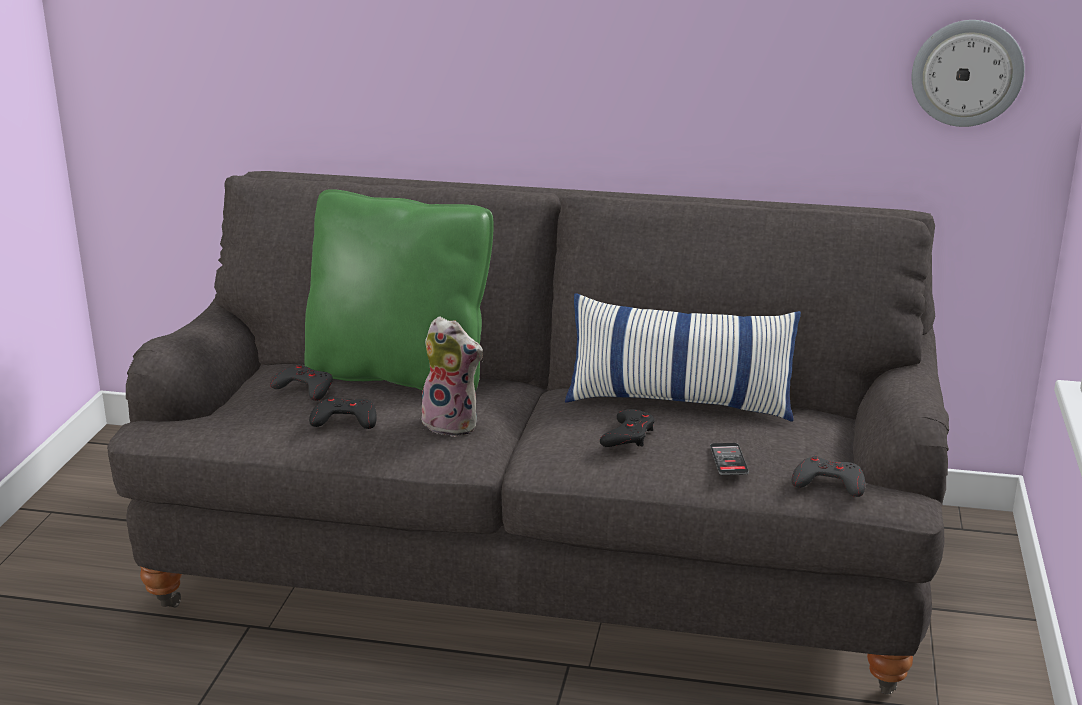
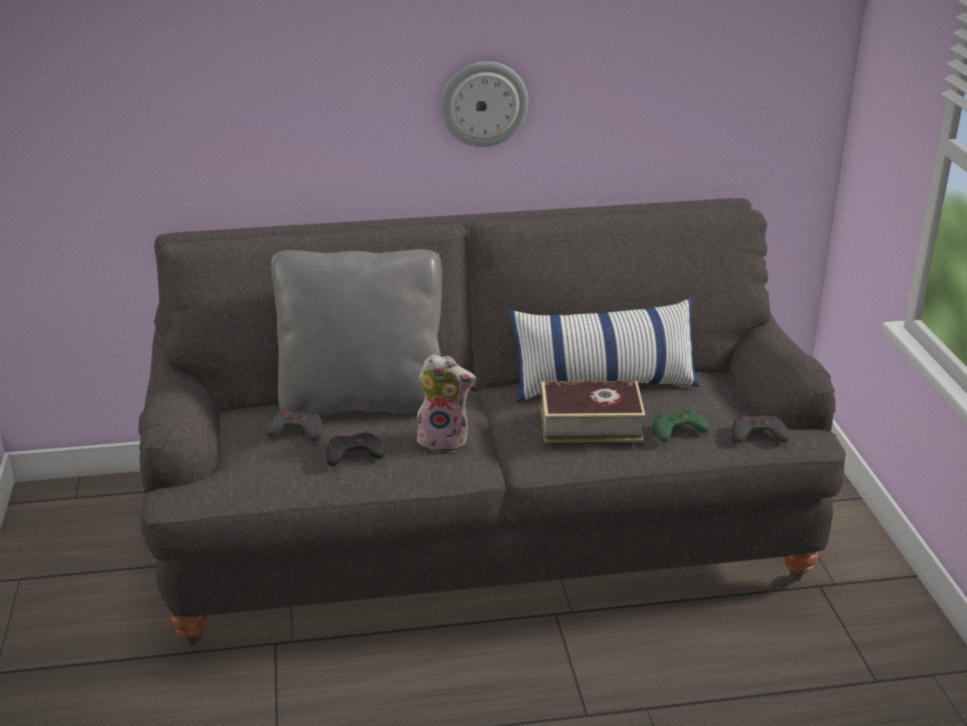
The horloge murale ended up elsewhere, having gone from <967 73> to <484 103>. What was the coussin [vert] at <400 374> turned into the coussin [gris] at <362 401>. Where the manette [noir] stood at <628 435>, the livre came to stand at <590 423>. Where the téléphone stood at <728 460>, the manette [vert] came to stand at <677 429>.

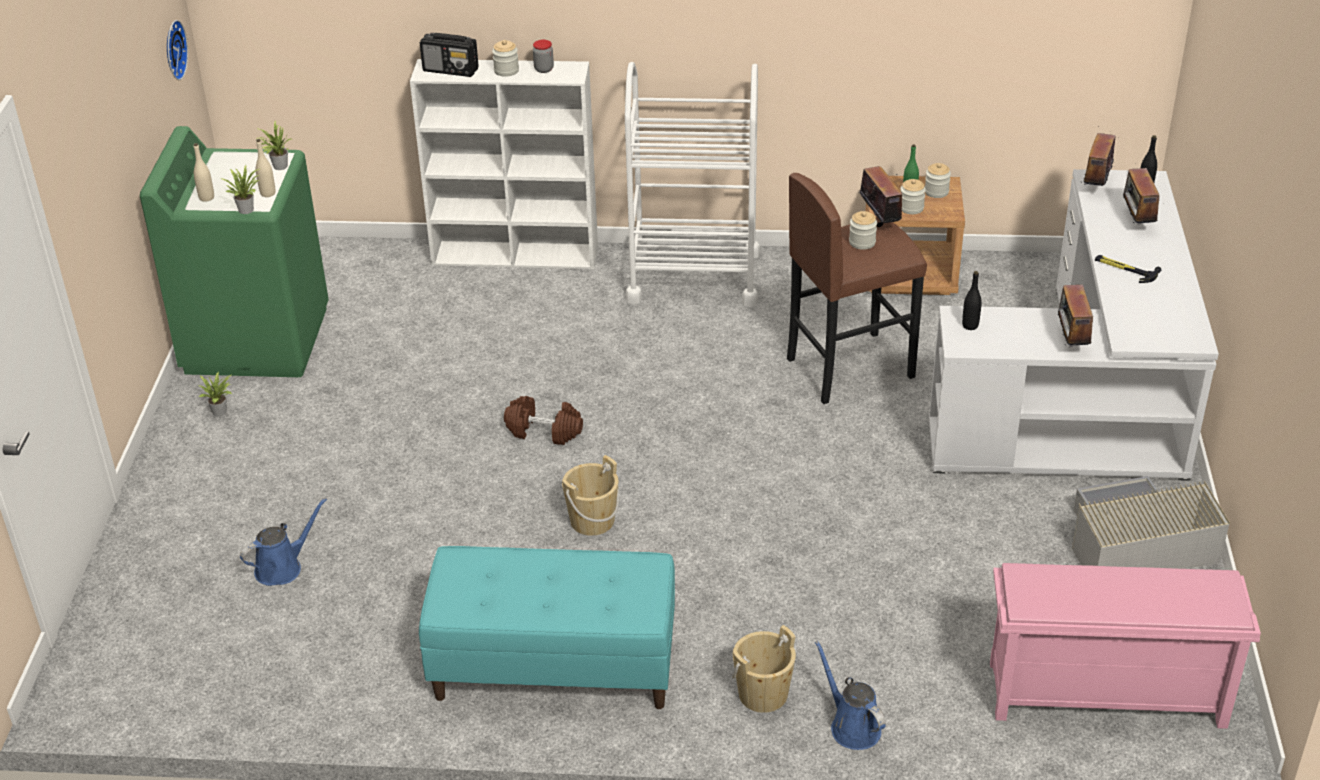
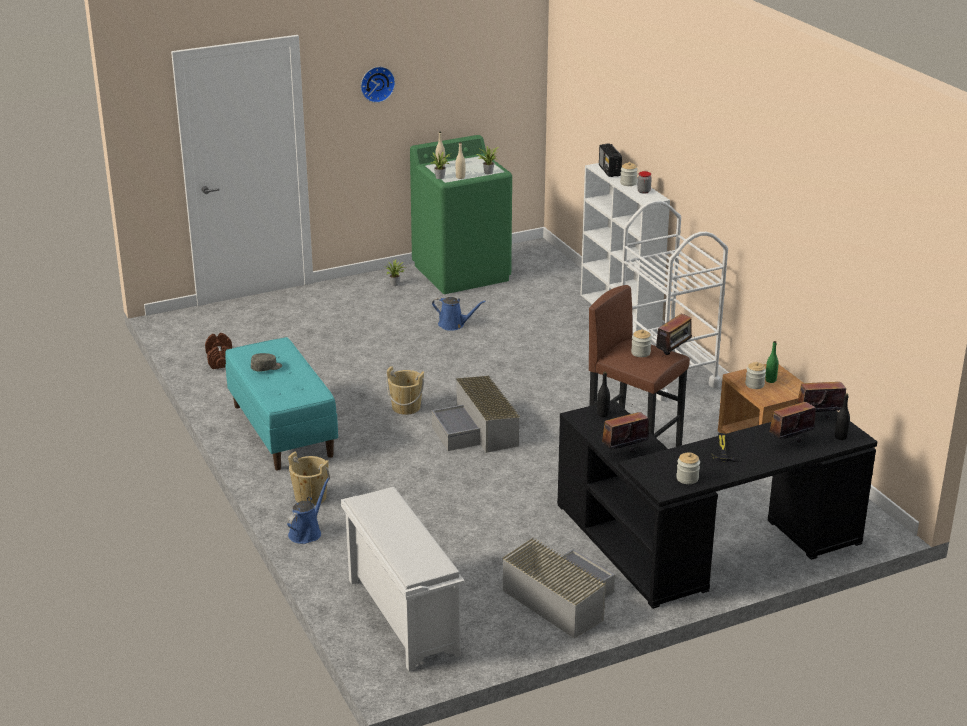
The horloge murale ended up elsewhere, having gone from <172 50> to <376 83>. The bocal ended up elsewhere, having gone from <936 192> to <687 478>. What was the bureau [blanc] at <1086 399> turned into the bureau [noir] at <699 546>. The haltère [marron] ended up elsewhere, having gone from <544 431> to <220 360>. The arrosoir [bleu] ended up elsewhere, having gone from <282 567> to <454 325>. What was the étagère à chaussures [rose] at <1103 696> turned into the étagère à chaussures [blanc] at <401 616>. The second view gained the casquette [gris] at <266 368>. The second view gained the boîte de rangement [gris] at <477 431>.

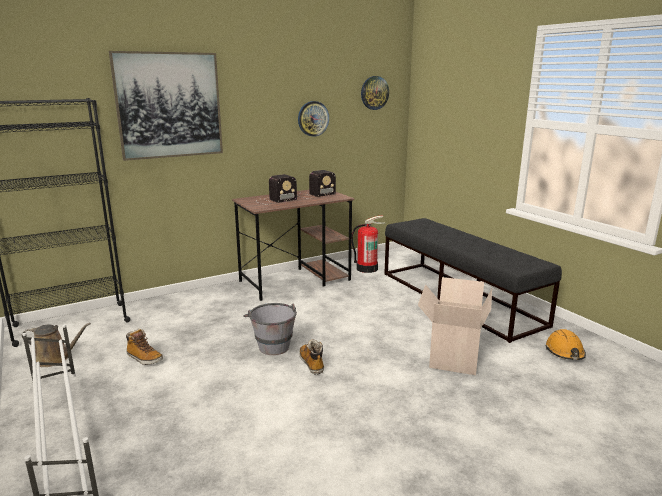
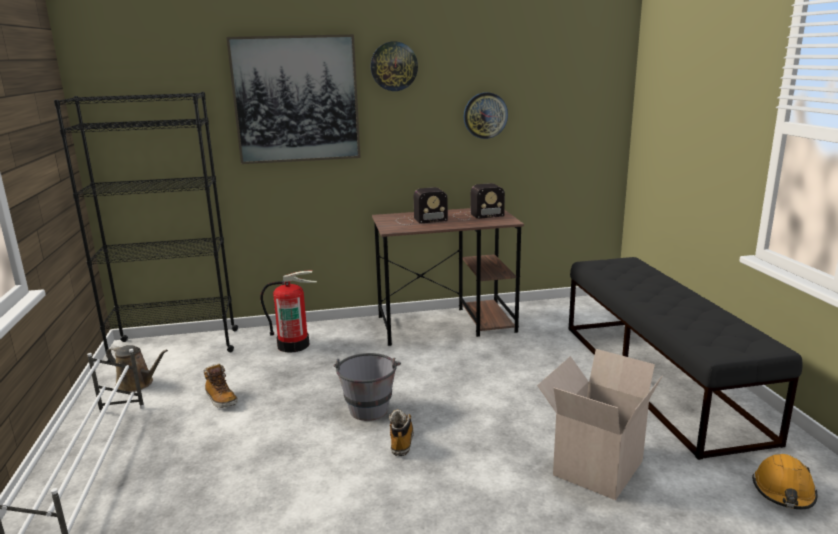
The horloge murale ended up elsewhere, having gone from <374 93> to <394 66>. The extincteur ended up elsewhere, having gone from <367 268> to <293 345>.

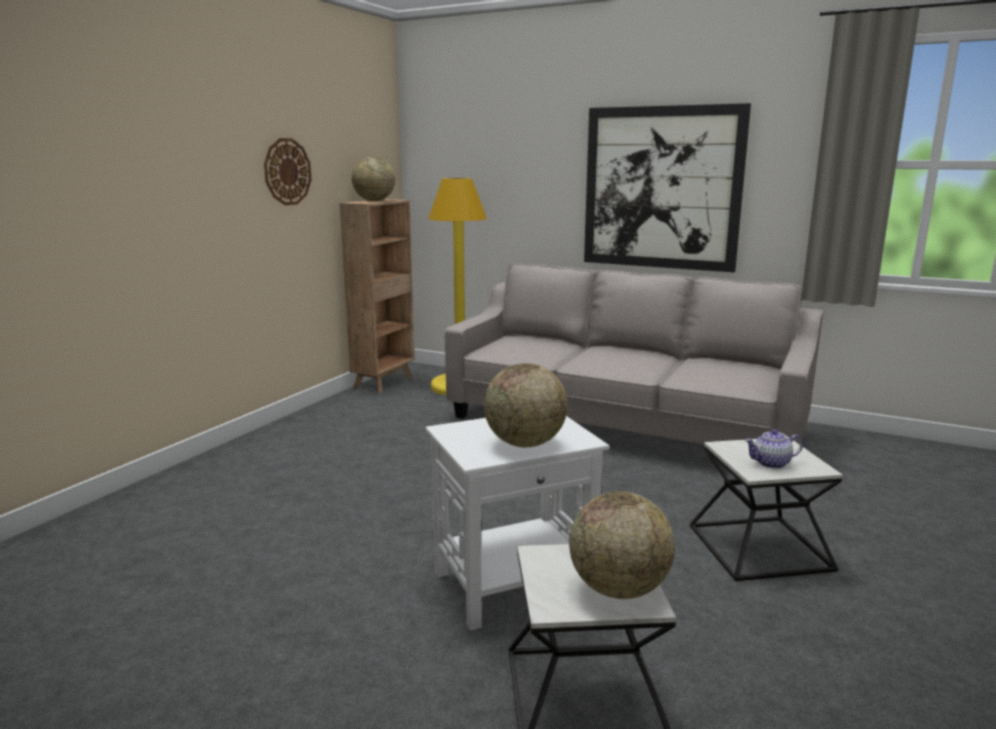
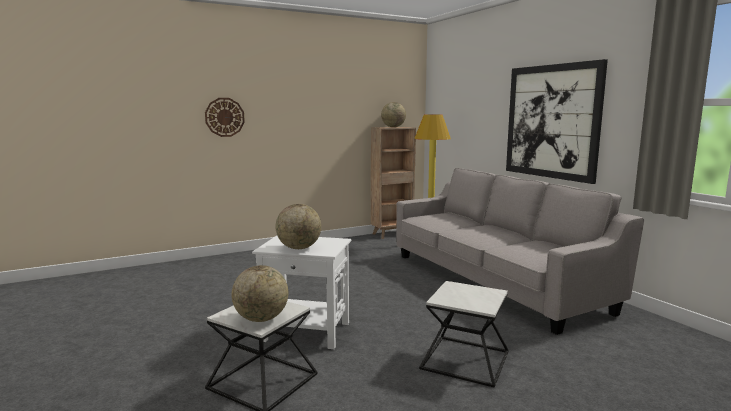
The horloge murale ended up elsewhere, having gone from <287 172> to <224 117>. The second view lost the théière at <771 463>.

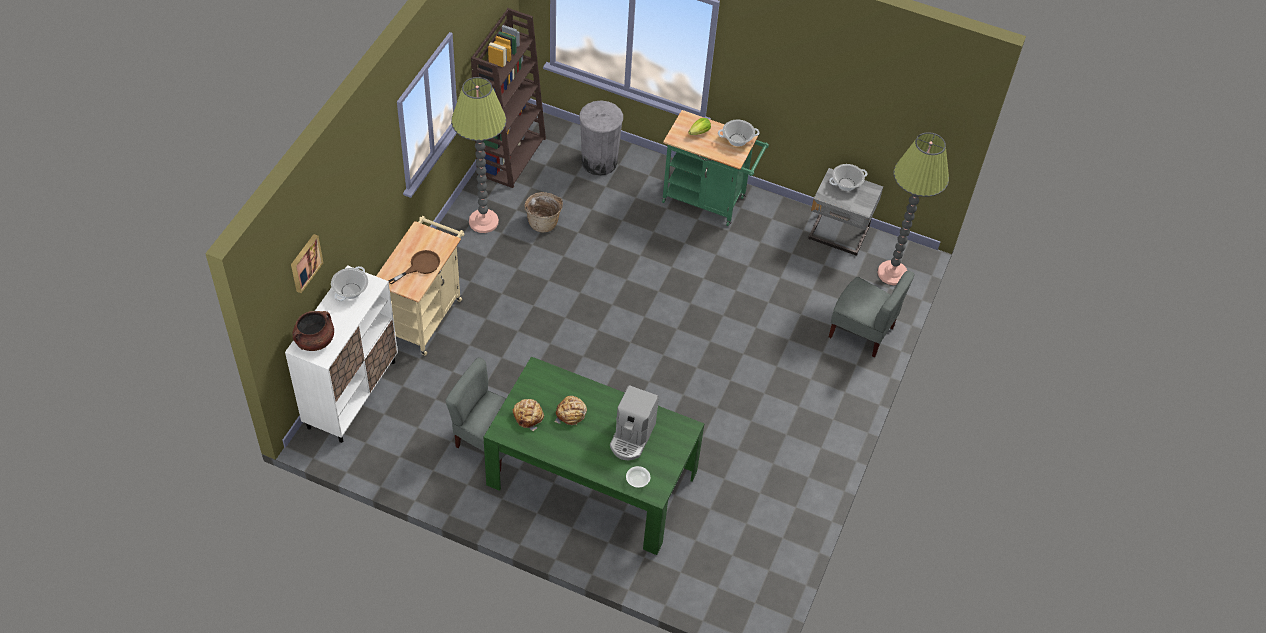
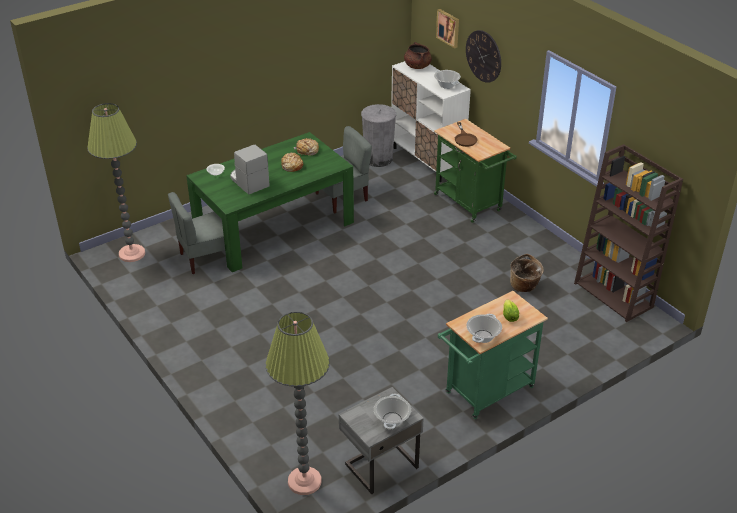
The lampadaire ended up elsewhere, having gone from <483 221> to <132 254>. The poubelle [gris] ended up elsewhere, having gone from <599 162> to <378 159>. What was the chariot [beige] at <425 315> turned into the chariot [vert] at <470 204>. The chaise [gris] ended up elsewhere, having gone from <862 331> to <206 258>. The second view gained the horloge murale at <483 56>.

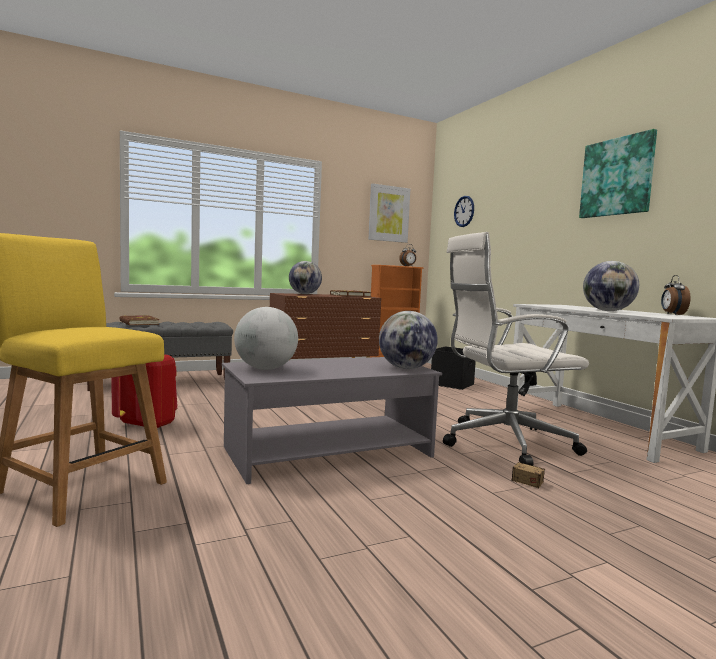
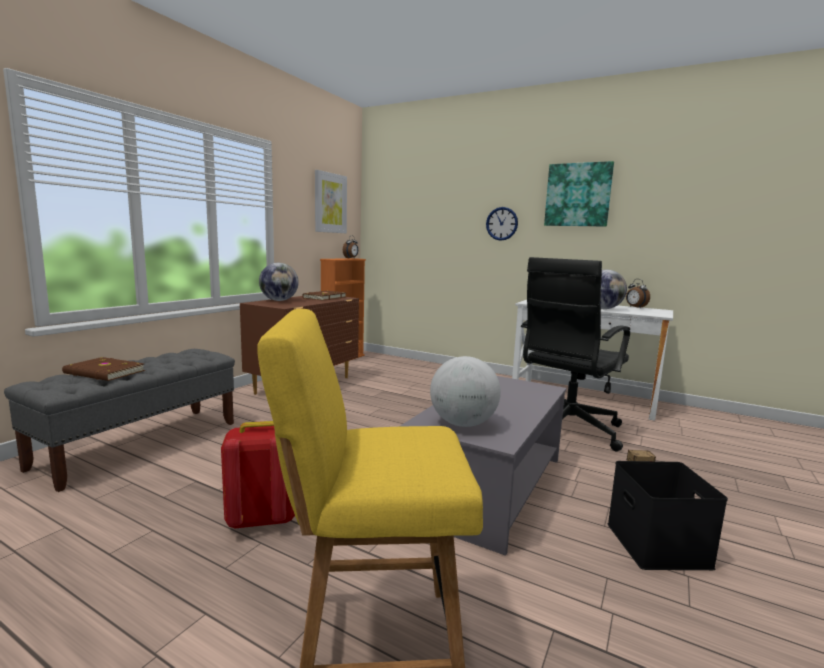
The horloge murale ended up elsewhere, having gone from <464 211> to <502 223>. What was the chaise de bureau [blanc] at <503 443> turned into the chaise de bureau [noir] at <566 430>. The second view lost the globe at <406 368>. The boîte de rangement [noir] ended up elsewhere, having gone from <452 384> to <660 546>.

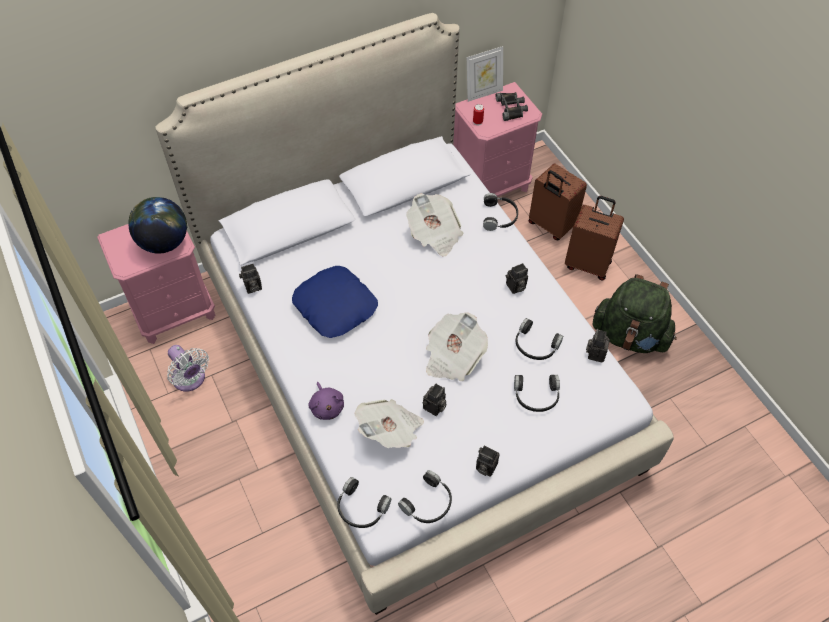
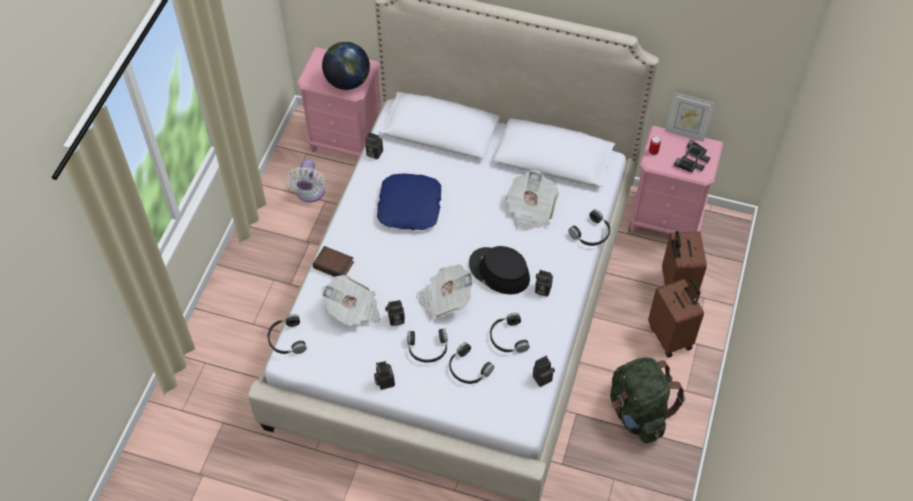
Where the peluche [violet] stood at <327 406>, the livre came to stand at <334 264>. The casque audio [noir] ended up elsewhere, having gone from <429 503> to <428 349>. The second view gained the chapeau [noir] at <499 271>.

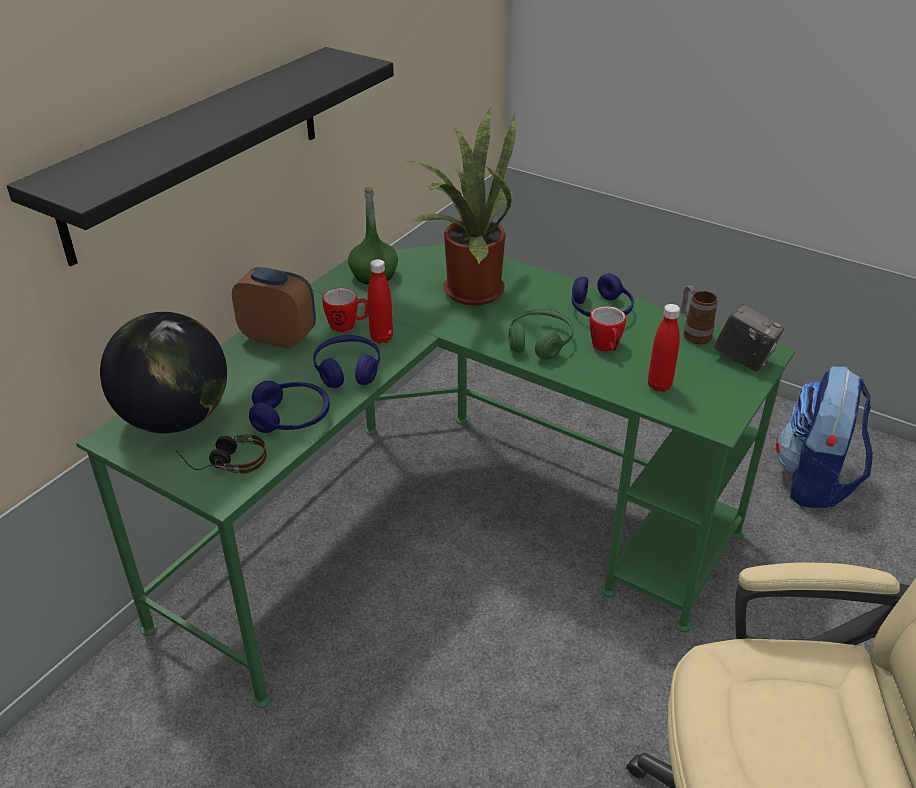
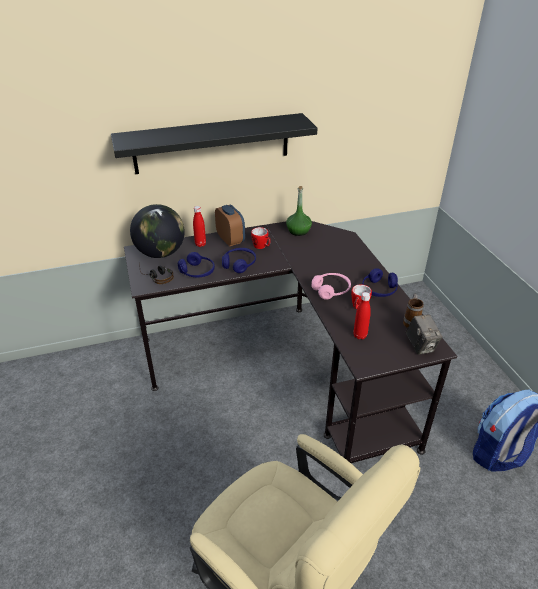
The second view lost the plante en pot at <467 290>. What was the bureau [vert] at <444 529> turned into the bureau [noir] at <285 367>. The bouteille [rouge] ended up elsewhere, having gone from <381 338> to <200 244>. What was the casque audio [vert] at <539 342> turned into the casque audio [rose] at <331 290>.

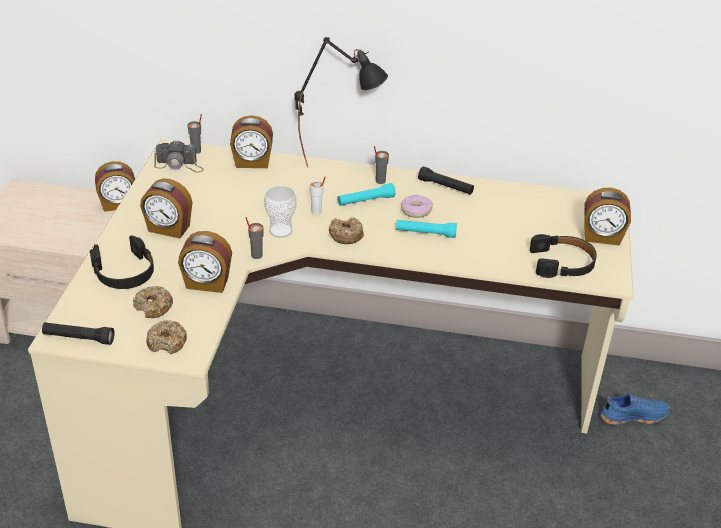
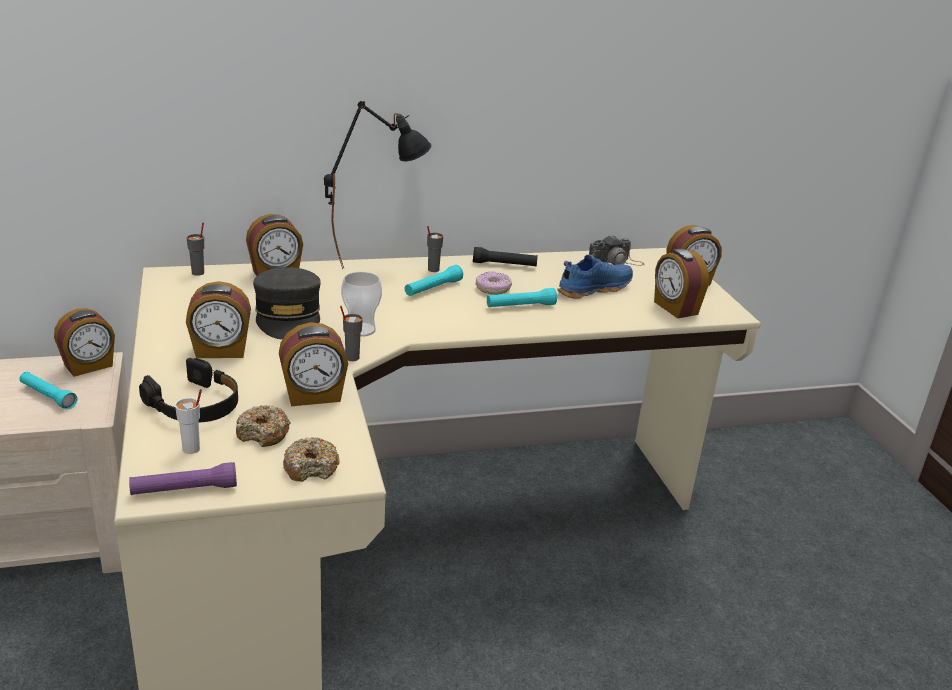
The appareil photo ended up elsewhere, having gone from <179 165> to <615 262>. The tasse [blanc] ended up elsewhere, having gone from <316 211> to <191 449>. The second view lost the beignet at <345 235>. Where the casque audio [noir] stood at <562 263>, the réveil came to stand at <674 308>. What was the lampe de poche [noir] at <79 338> turned into the lampe de poche [violet] at <184 490>. The chaussure [bleu] ended up elsewhere, having gone from <632 415> to <593 288>. The second view gained the casquette [gris] at <288 316>. The second view gained the lampe de poche [turquoise] at <48 396>.

